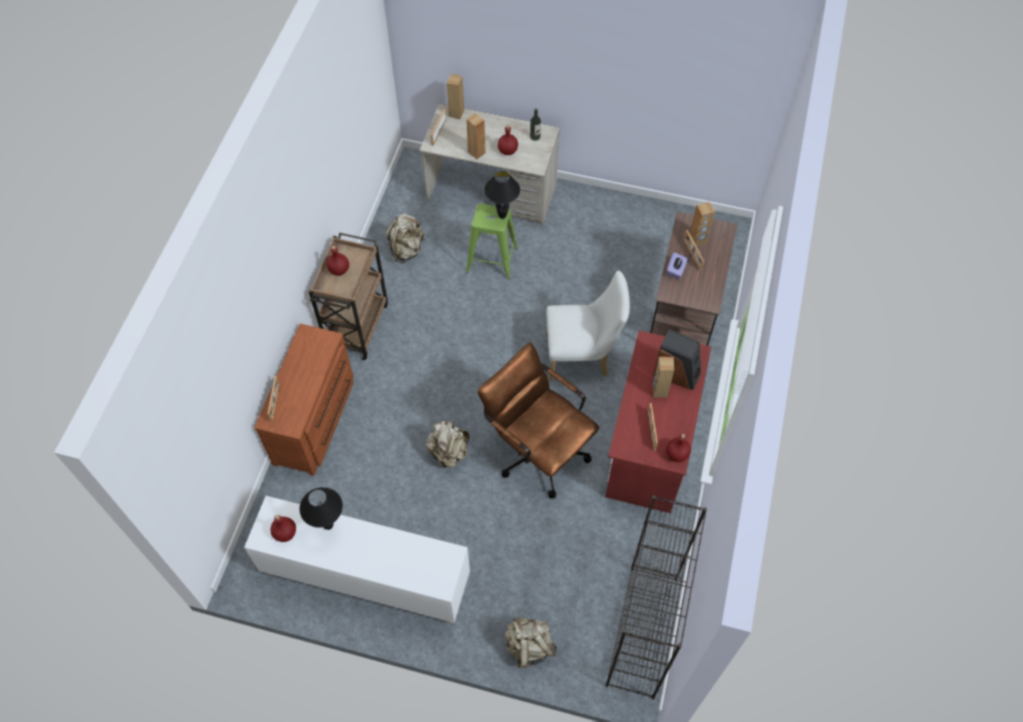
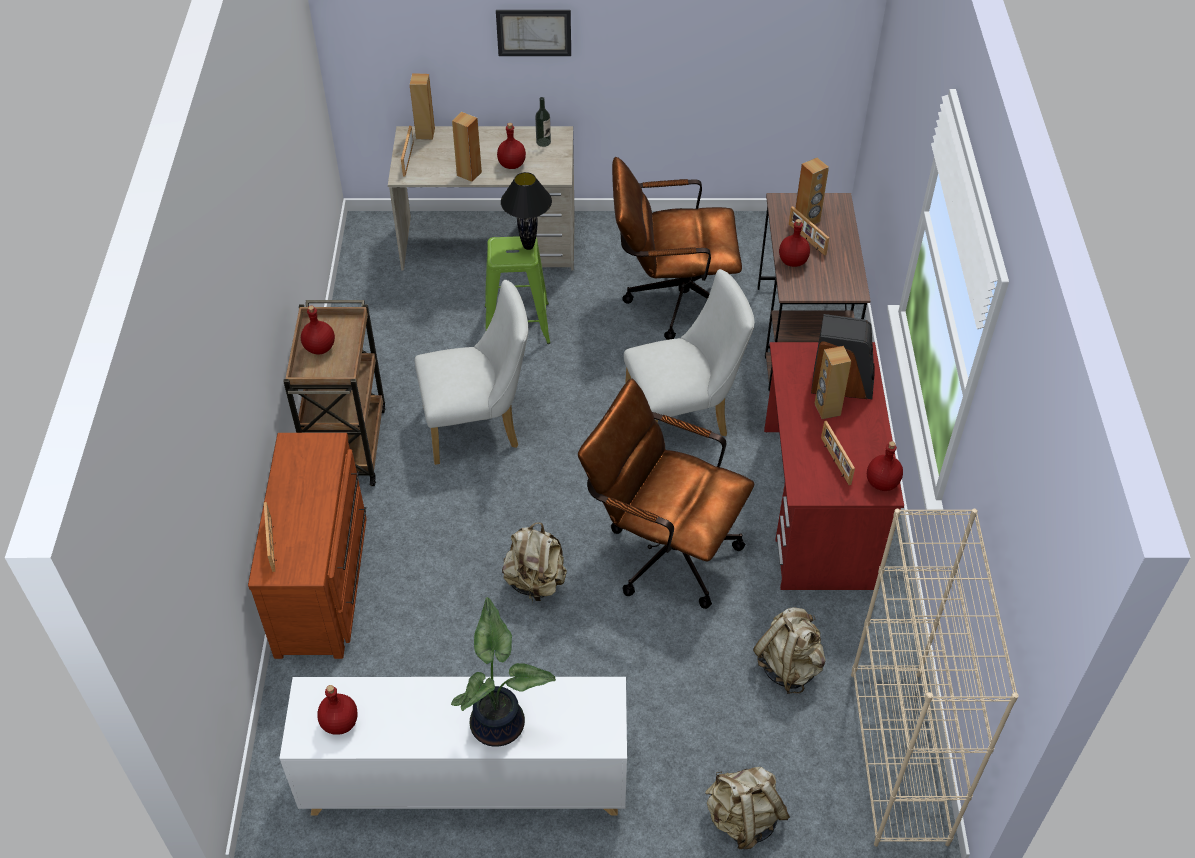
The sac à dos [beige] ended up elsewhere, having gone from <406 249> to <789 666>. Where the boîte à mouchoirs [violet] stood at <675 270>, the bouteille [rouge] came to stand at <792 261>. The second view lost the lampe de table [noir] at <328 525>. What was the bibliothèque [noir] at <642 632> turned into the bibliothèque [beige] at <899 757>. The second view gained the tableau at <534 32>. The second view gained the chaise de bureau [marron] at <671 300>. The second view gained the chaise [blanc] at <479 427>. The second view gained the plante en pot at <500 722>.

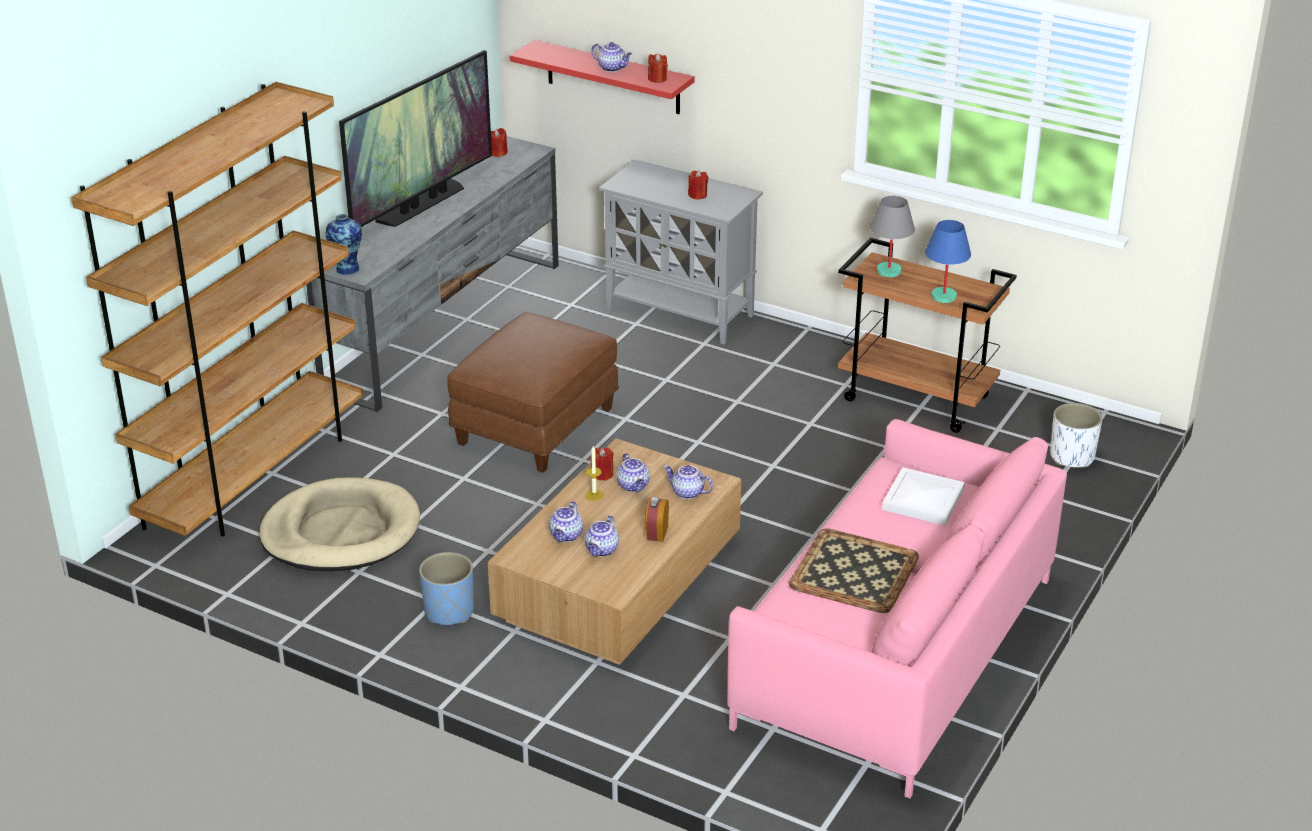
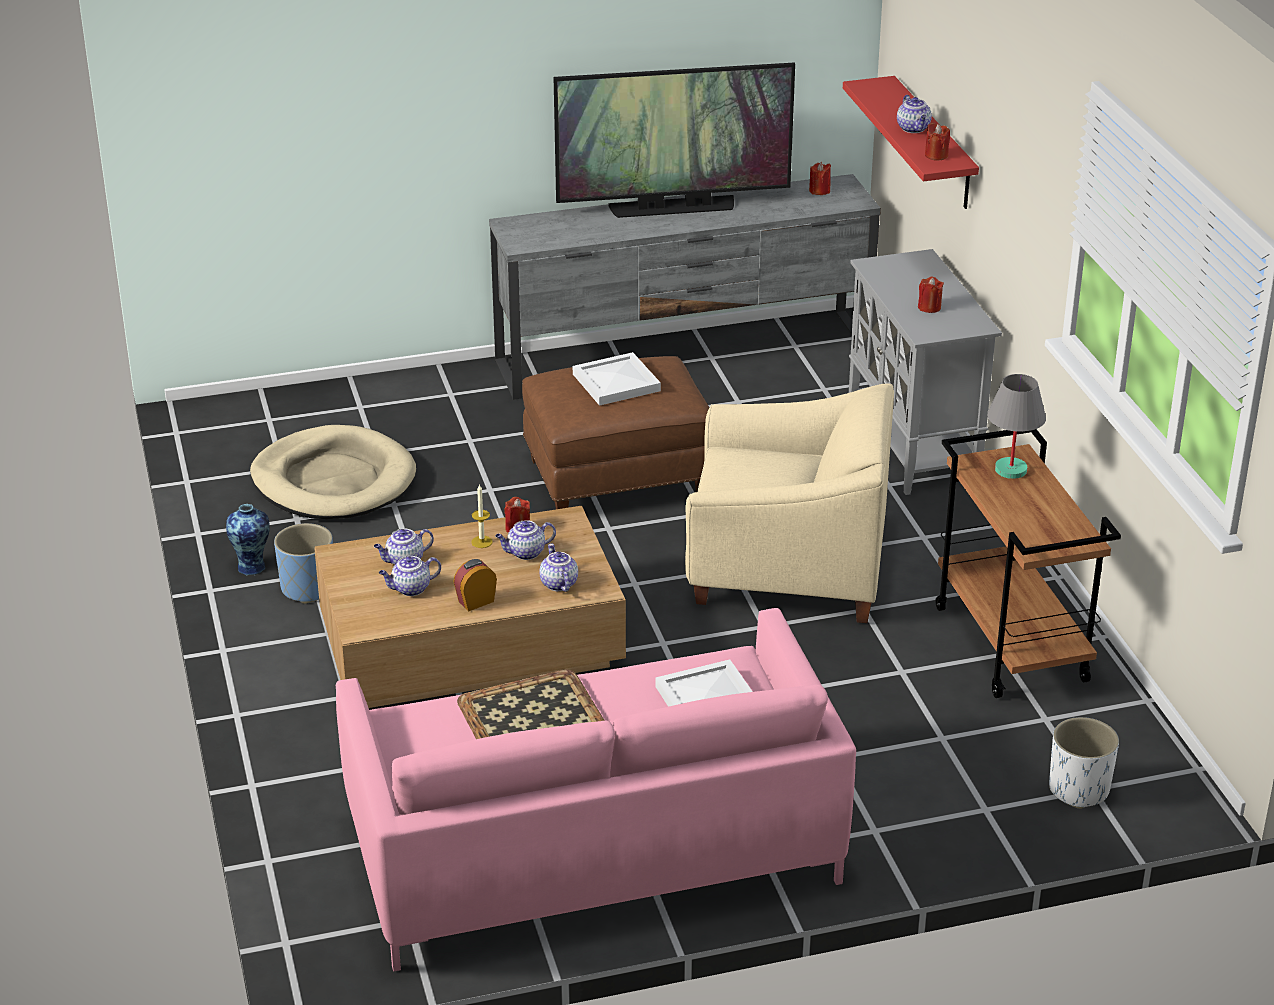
The second view lost the bibliothèque [marron] at <254 475>. The vase ended up elsewhere, having gone from <347 268> to <252 566>. The second view lost the lampe de table [bleu] at <943 297>. The théière at <634 486> ended up facing another way, 45 degrees clockwise from before. The second view gained the plateau [blanc] at <617 381>. The second view gained the fauteuil [beige] at <788 568>.

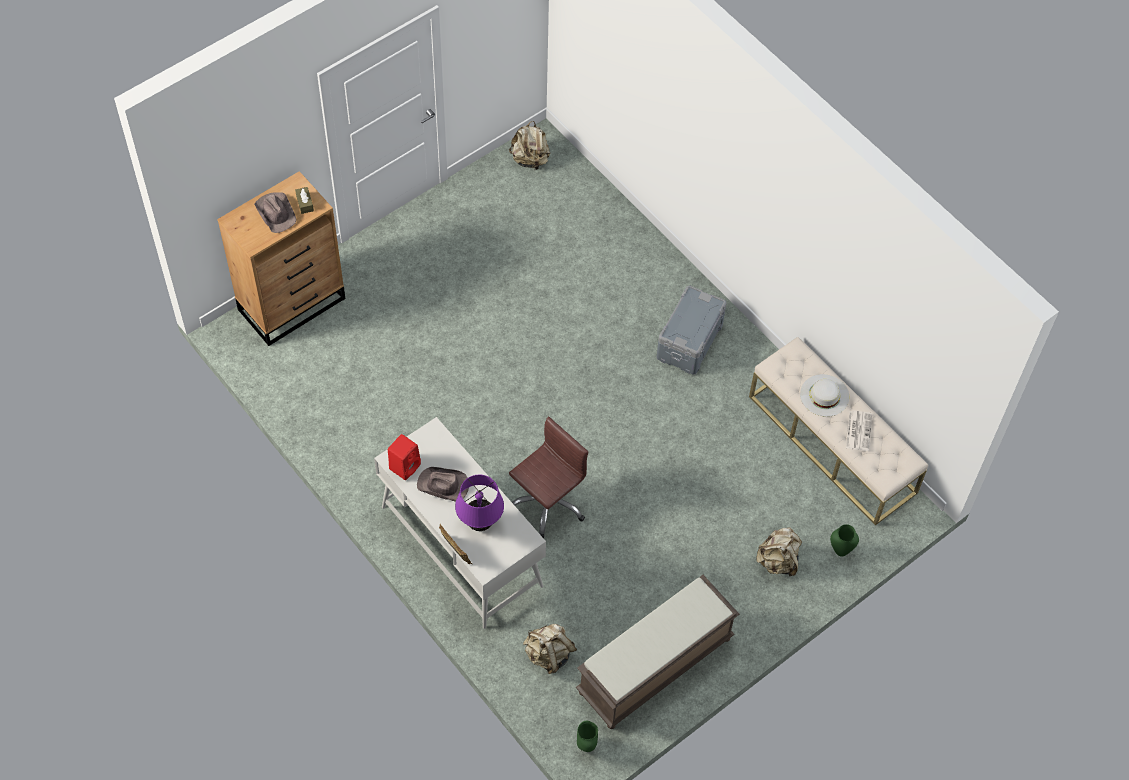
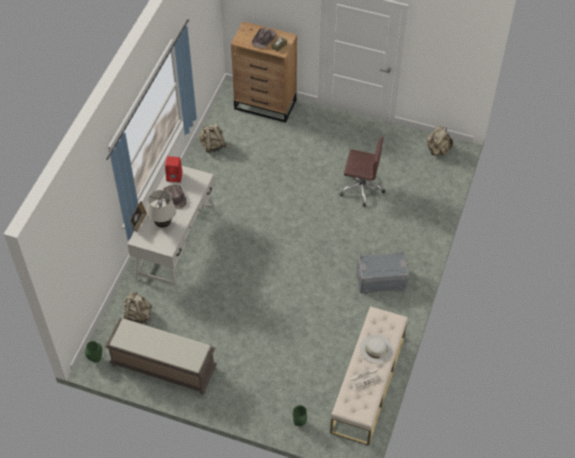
The chaise de bureau [marron] ended up elsewhere, having gone from <547 503> to <361 188>. What was the lampe de table [violet] at <480 523> turned into the lampe de table [beige] at <163 224>. The sac à dos [beige] ended up elsewhere, having gone from <778 561> to <212 146>.

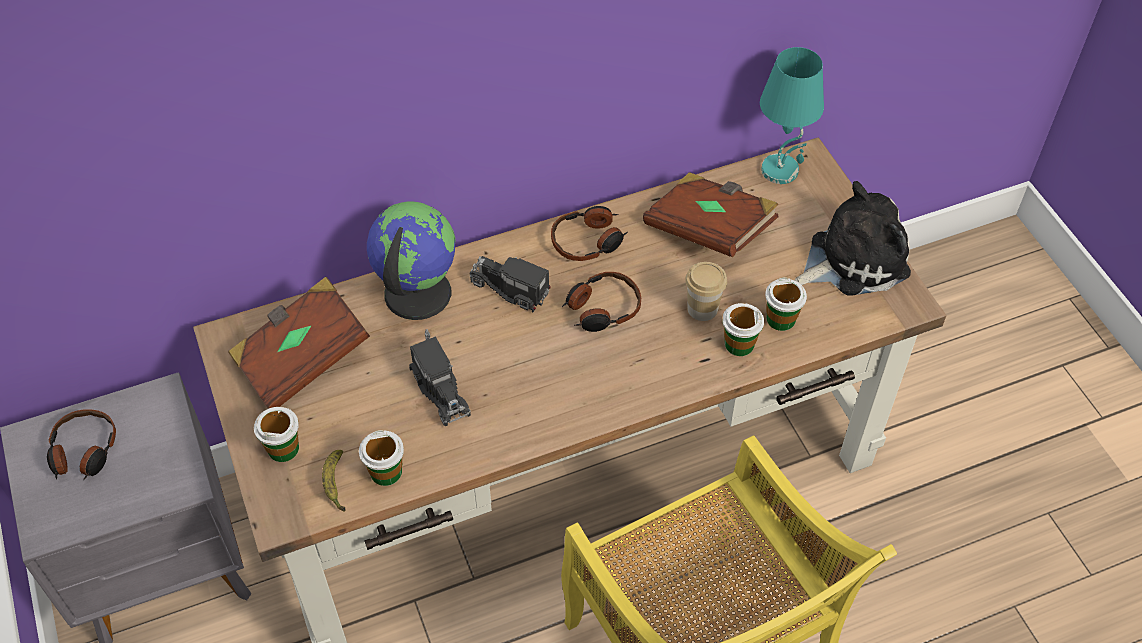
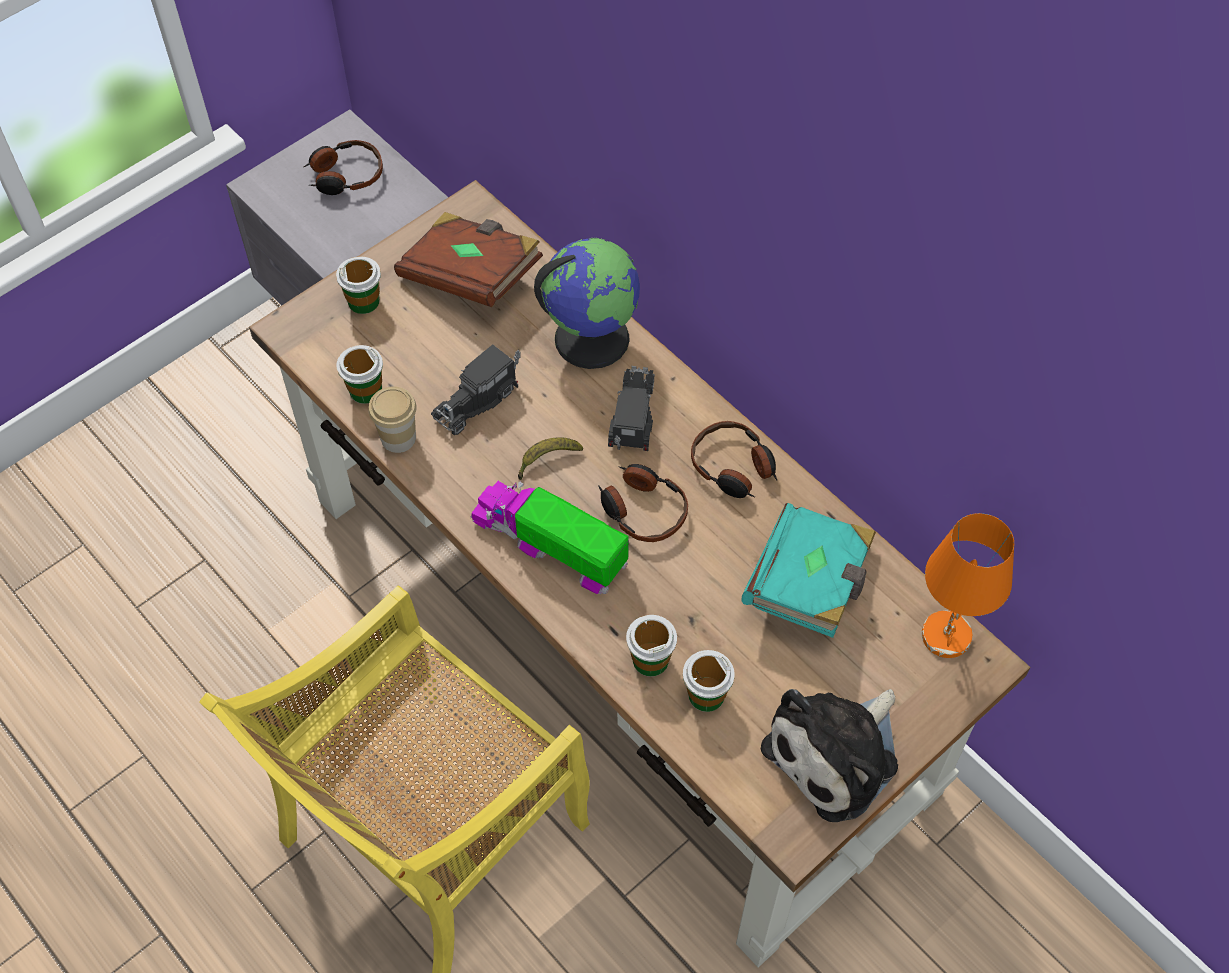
What was the lampe de table [turquoise] at <781 170> turned into the lampe de table [orange] at <947 637>. What was the livre [marron] at <709 229> turned into the livre [turquoise] at <809 583>. The peluche at <852 259> ended up facing another way, 90 degrees clockwise from before. The tasse ended up elsewhere, having gone from <702 308> to <398 438>. The banane ended up elsewhere, having gone from <335 484> to <547 460>. The second view gained the camion jouet at <550 543>.

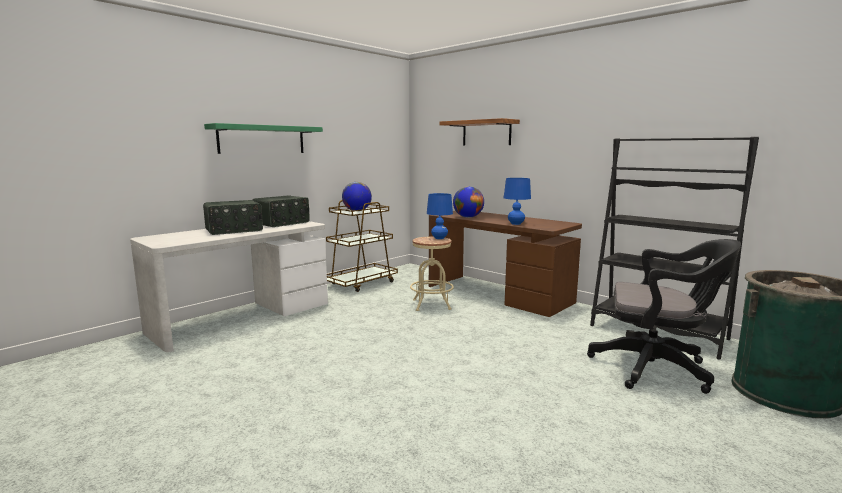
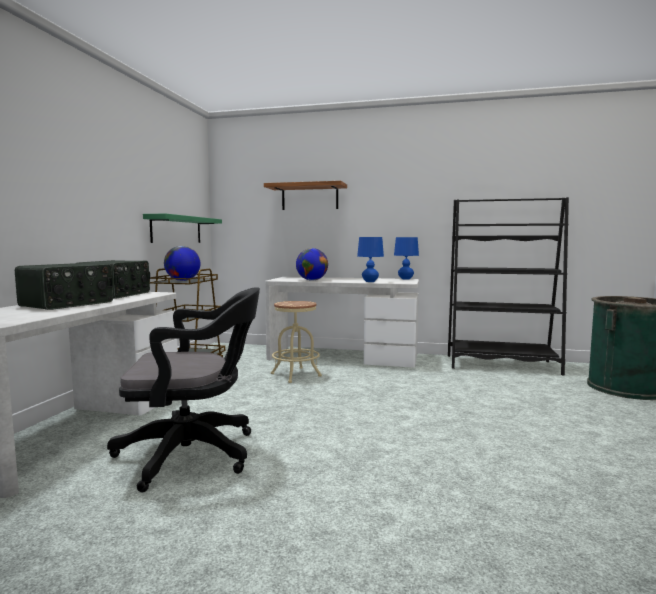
The étagère [vert] ended up elsewhere, having gone from <262 139> to <176 230>. The lampe de table [bleu] ended up elsewhere, having gone from <439 238> to <405 279>. What was the bureau [marron] at <498 294> turned into the bureau [blanc] at <343 357>. The chaise de bureau [noir] ended up elsewhere, having gone from <656 369> to <195 454>.

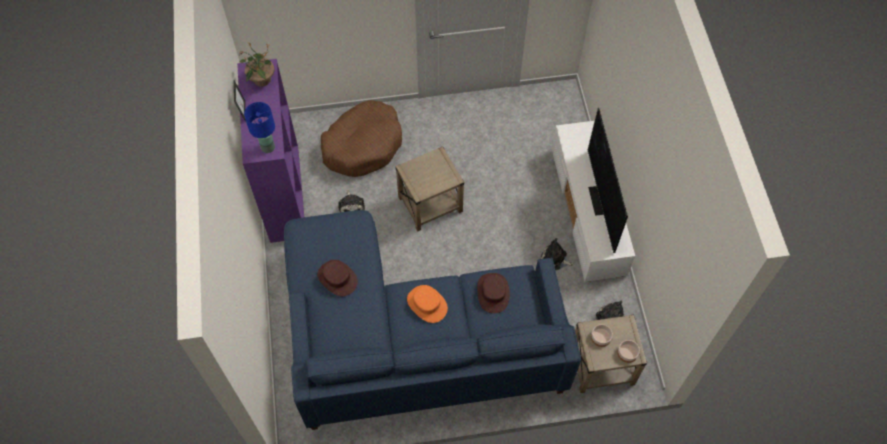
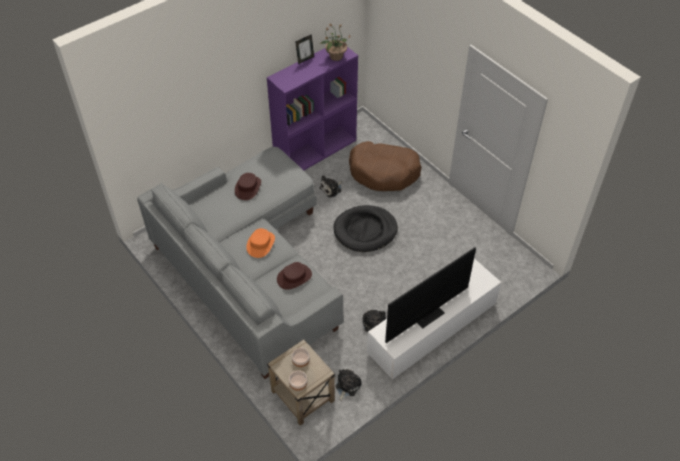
The second view lost the lampe de table [bleu] at <267 148>. Where the table d'appoint [beige] stood at <430 204>, the panier pour chien [noir] came to stand at <365 230>. What was the canapé [bleu] at <410 339> turned into the canapé [gris] at <251 268>.

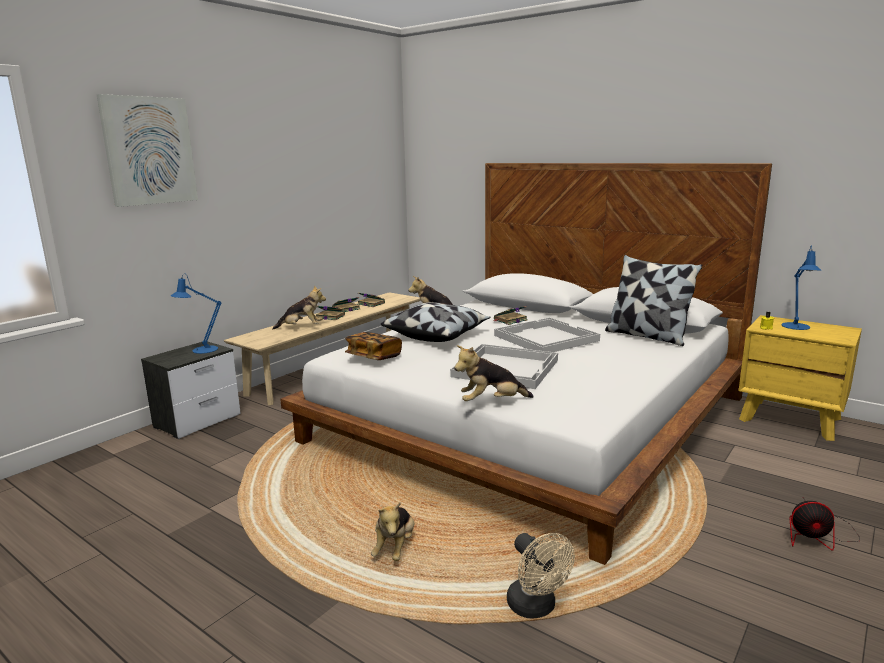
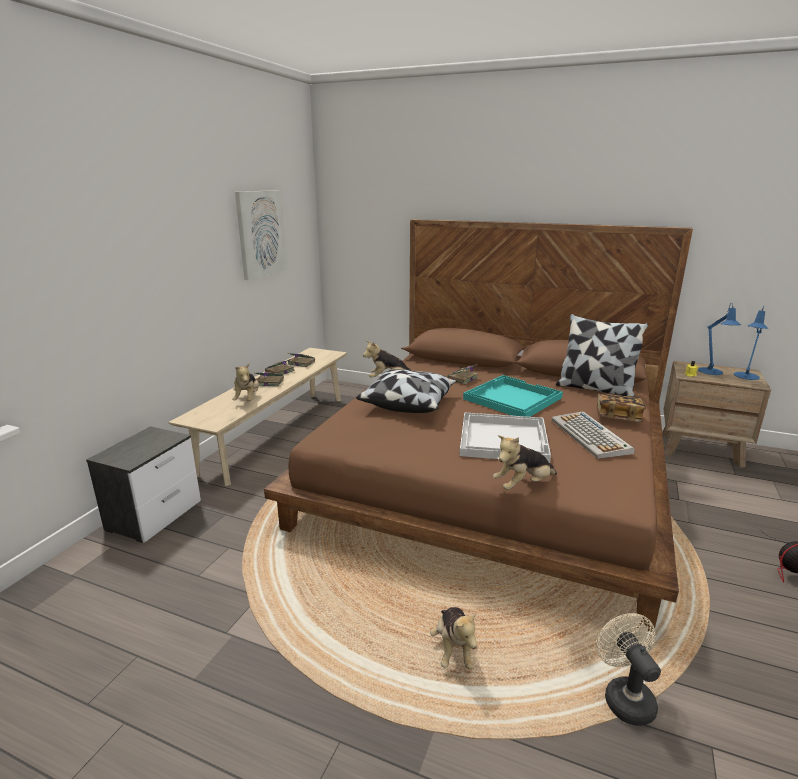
The tableau ended up elsewhere, having gone from <149 151> to <261 233>. What was the lit [blanc] at <528 418> turned into the lit [marron] at <492 472>. The lampe de table [bleu] ended up elsewhere, having gone from <201 350> to <745 377>. The peluche at <302 328> ended up facing another way, 105 degrees clockwise from before. What was the table de chevet [jaune] at <790 419> turned into the table de chevet [marron] at <701 449>. What was the plateau [blanc] at <544 338> turned into the plateau [turquoise] at <511 398>. The livre ended up elsewhere, having gone from <373 357> to <618 417>. The ventilateur [beige] at <536 608> ended up facing another way, 150 degrees counterclockwise from before. The second view gained the clavier at <591 436>.

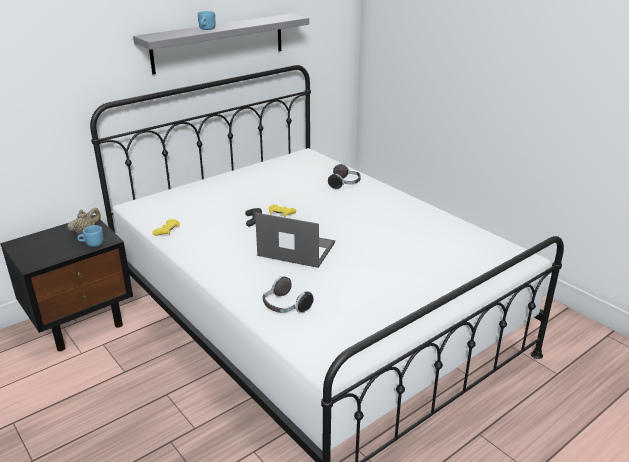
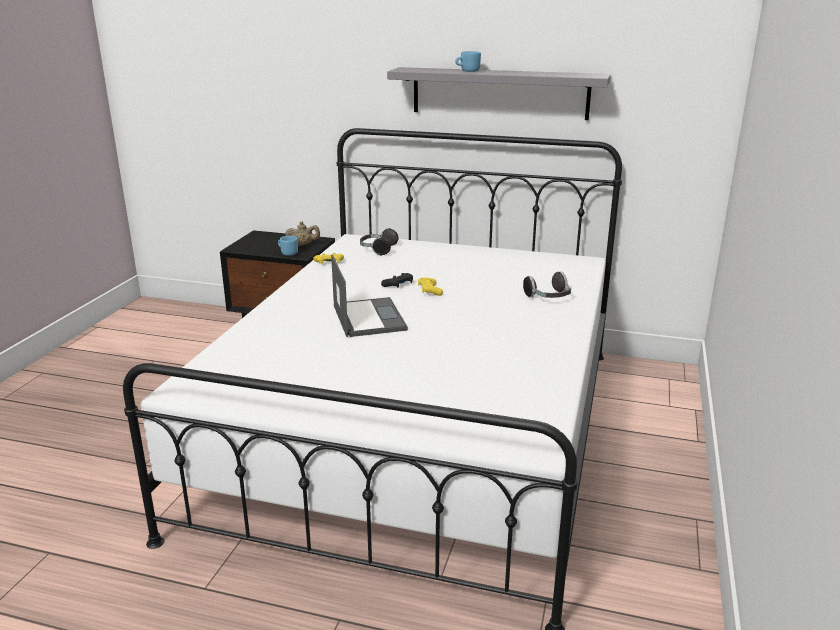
The casque audio ended up elsewhere, having gone from <285 307> to <377 250>.

